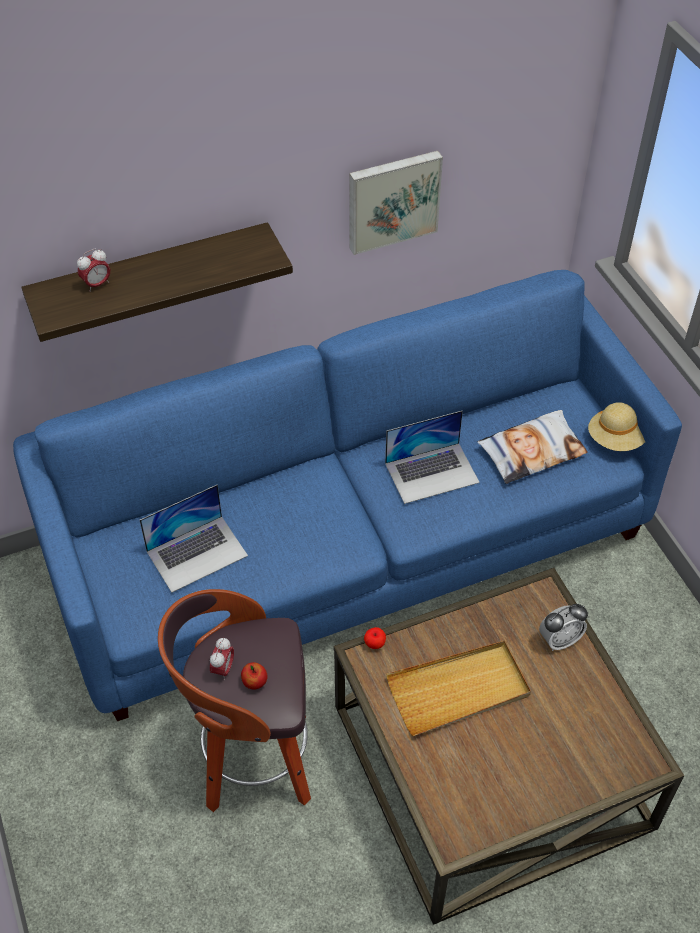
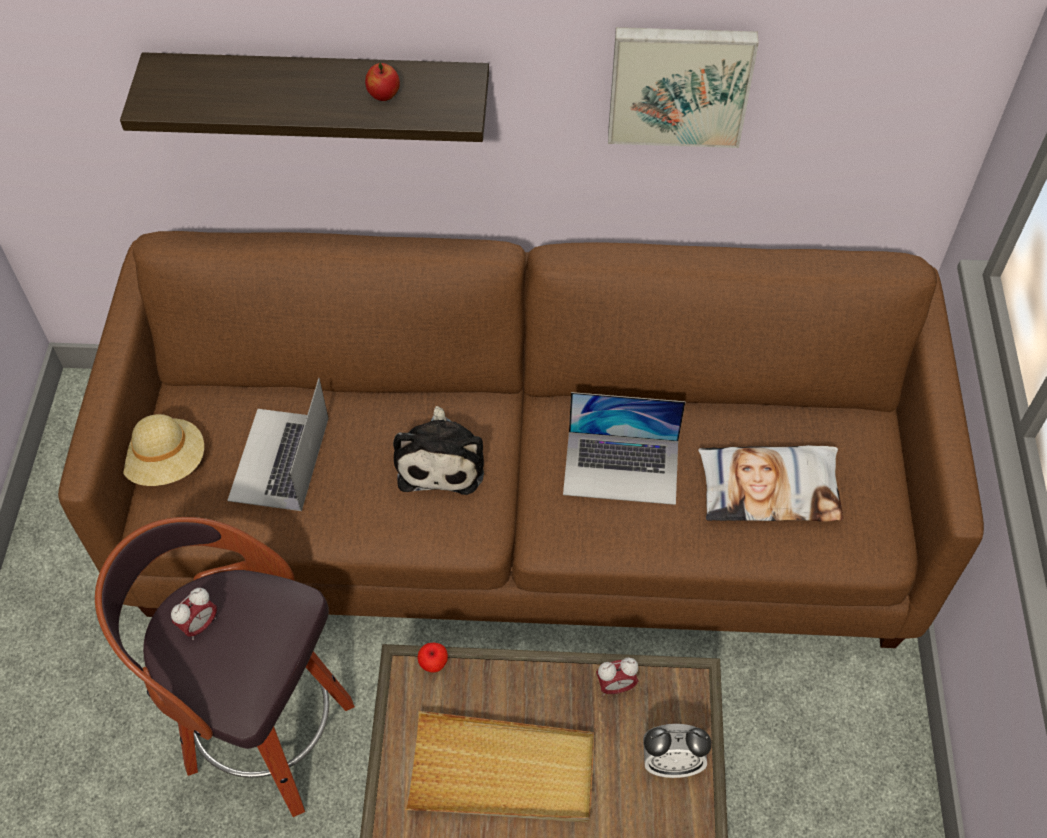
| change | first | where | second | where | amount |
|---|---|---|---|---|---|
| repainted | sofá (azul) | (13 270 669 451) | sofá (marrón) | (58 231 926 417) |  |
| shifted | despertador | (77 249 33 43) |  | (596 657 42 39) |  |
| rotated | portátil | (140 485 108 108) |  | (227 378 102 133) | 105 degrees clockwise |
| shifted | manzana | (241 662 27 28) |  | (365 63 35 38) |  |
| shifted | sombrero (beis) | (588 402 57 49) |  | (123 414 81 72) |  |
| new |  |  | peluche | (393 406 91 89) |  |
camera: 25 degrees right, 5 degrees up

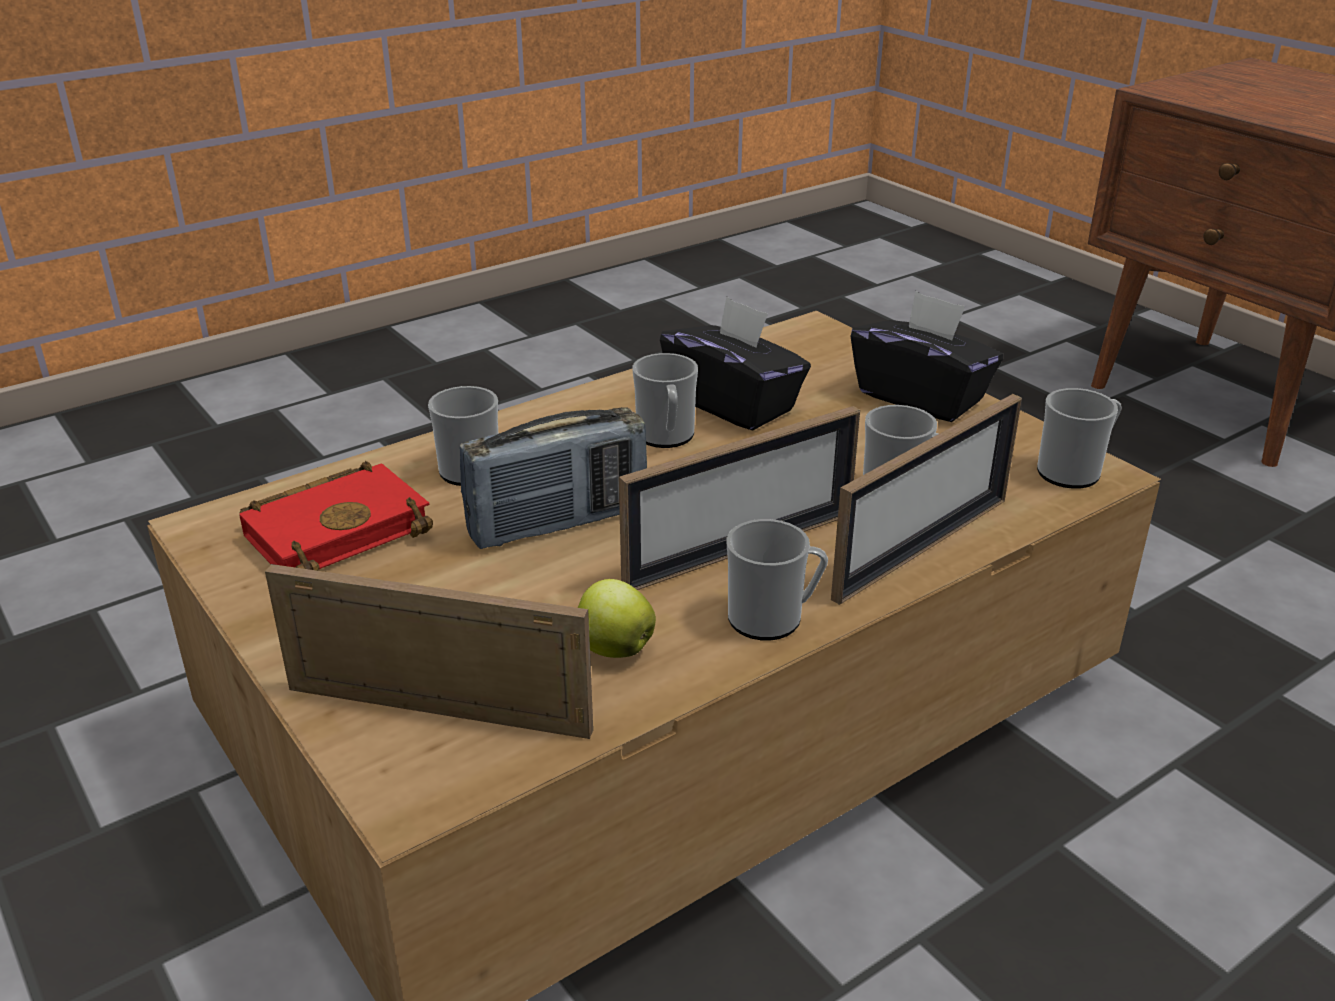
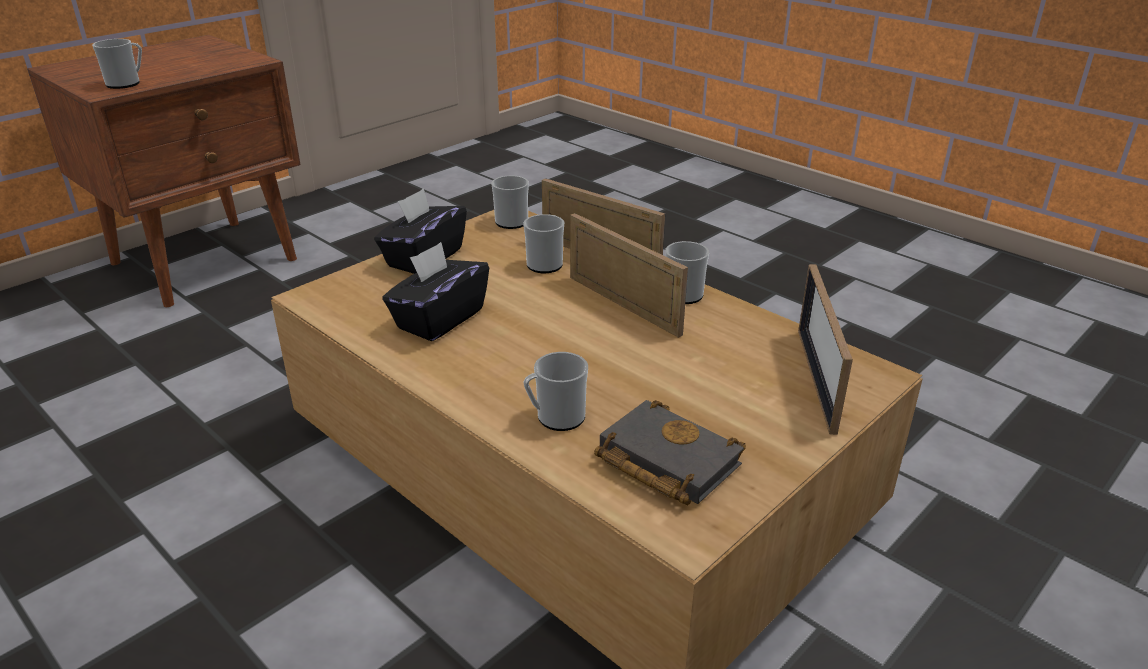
| change | first | where | second | where | amount |
|---|---|---|---|---|---|
| repainted | libro (rojo) | (240 461 193 110) | libro (negro) | (594 400 152 106) |  |
| gone | radio | (460 407 187 142) |  |  |  |
| gone | manzana | (578 579 78 79) |  |  |  |
| shifted | taza grande | (632 353 66 95) |  | (92 39 50 50) |  |
camera: 100 degrees left, 0 degrees up

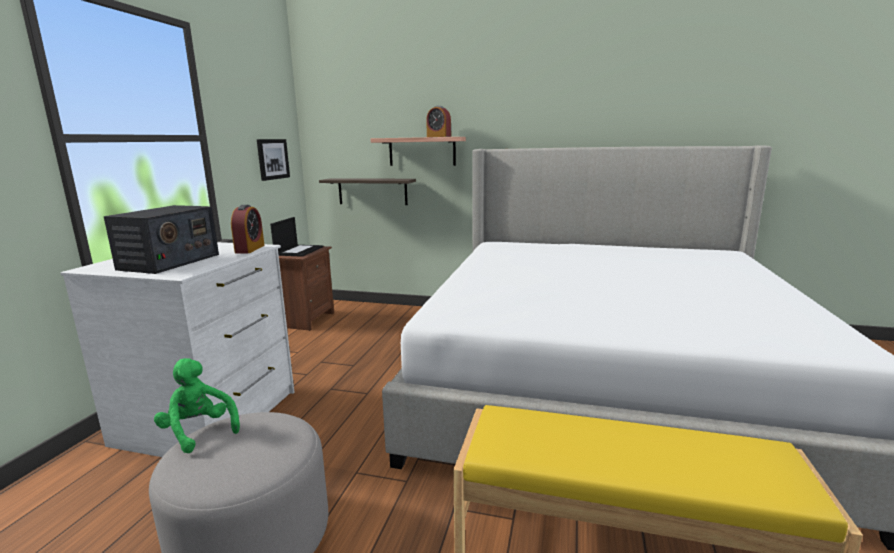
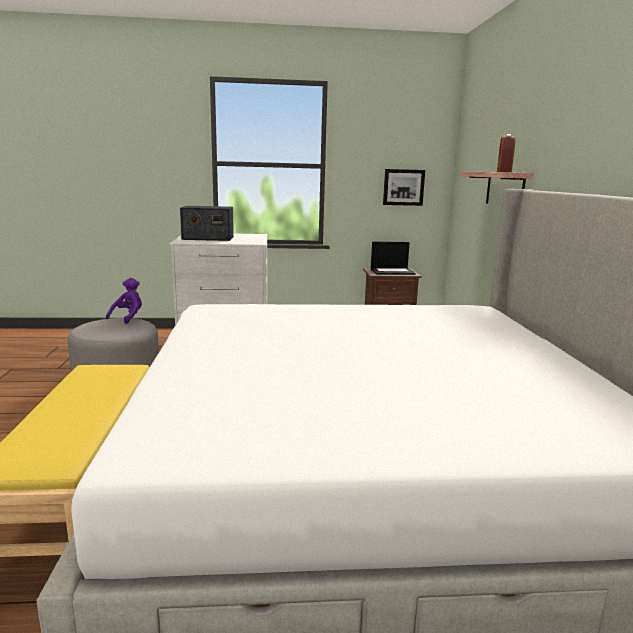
| change | first | where | second | where | amount |
|---|---|---|---|---|---|
| repainted | peluche (verde) | (154 358 86 95) | peluche (morado) | (106 278 36 46) |  |
| gone | despertador | (231 205 34 48) |  |  |  |
| gone | estante | (319 178 97 27) |  |  |  |
camera: 70 degrees right, 0 degrees up

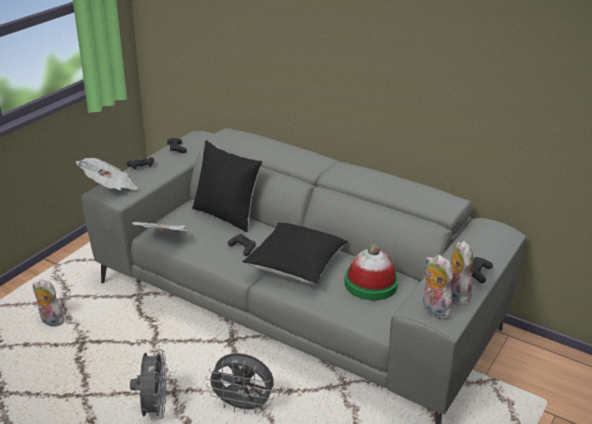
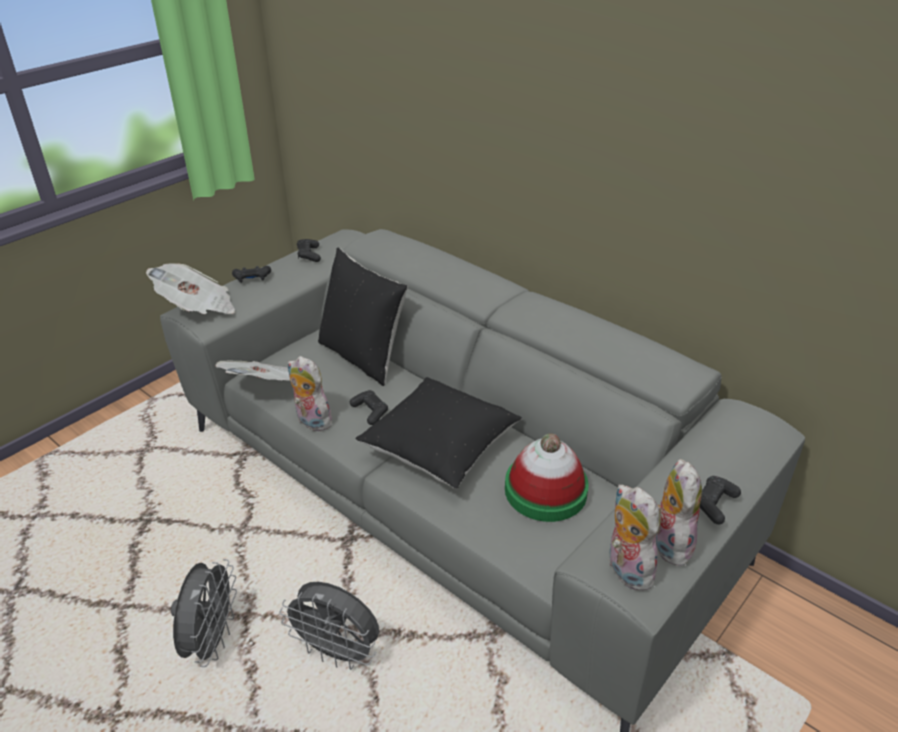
| change | first | where | second | where | amount |
|---|---|---|---|---|---|
| shifted | peluche | (32 279 32 48) |  | (288 356 44 75) |  |
camera: 10 degrees right, 5 degrees up

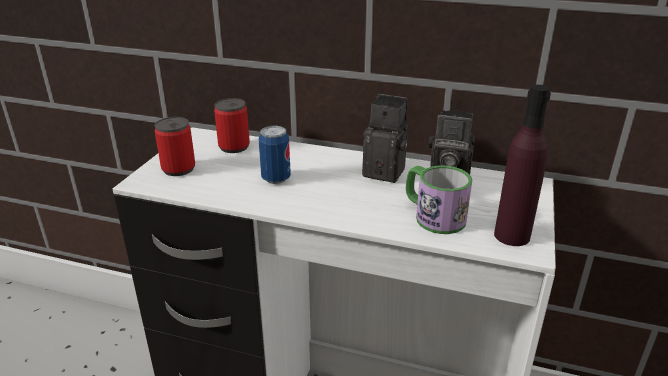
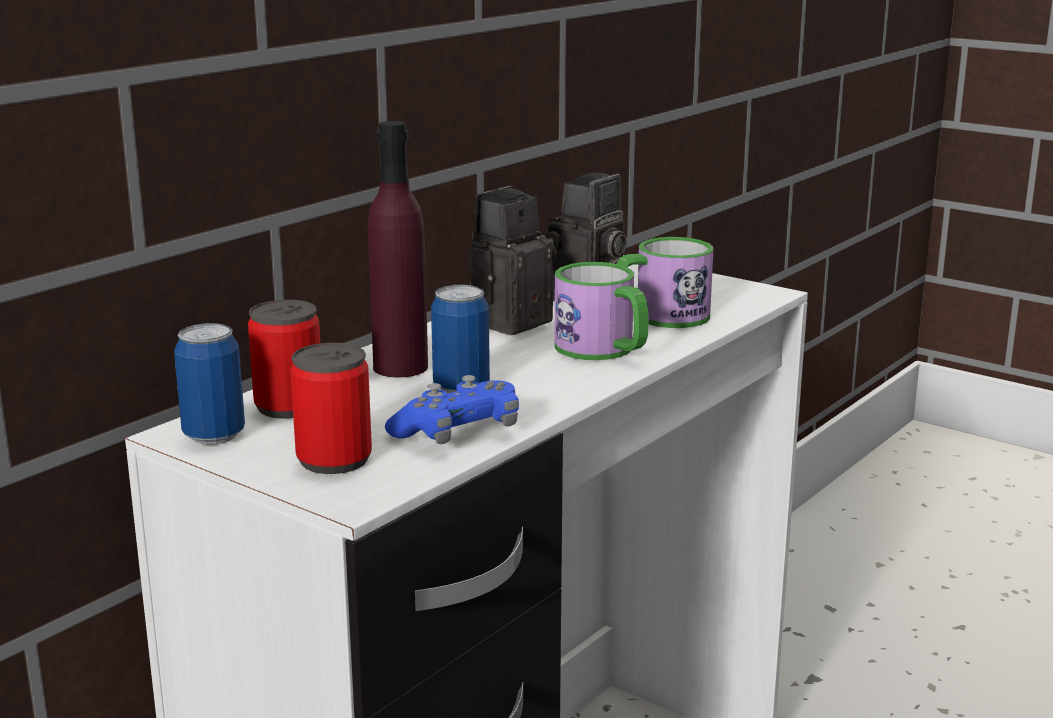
| change | first | where | second | where | amount |
|---|---|---|---|---|---|
| shifted | botella (morado) | (494 85 57 161) |  | (368 121 60 256) |  |
| new |  |  | lata | (174 323 71 122) |  |
| new |  |  | mando de consola (azul) | (385 375 134 69) |  |
| new |  |  | taza grande | (554 262 95 98) |  |
camera: 70 degrees left, 10 degrees down

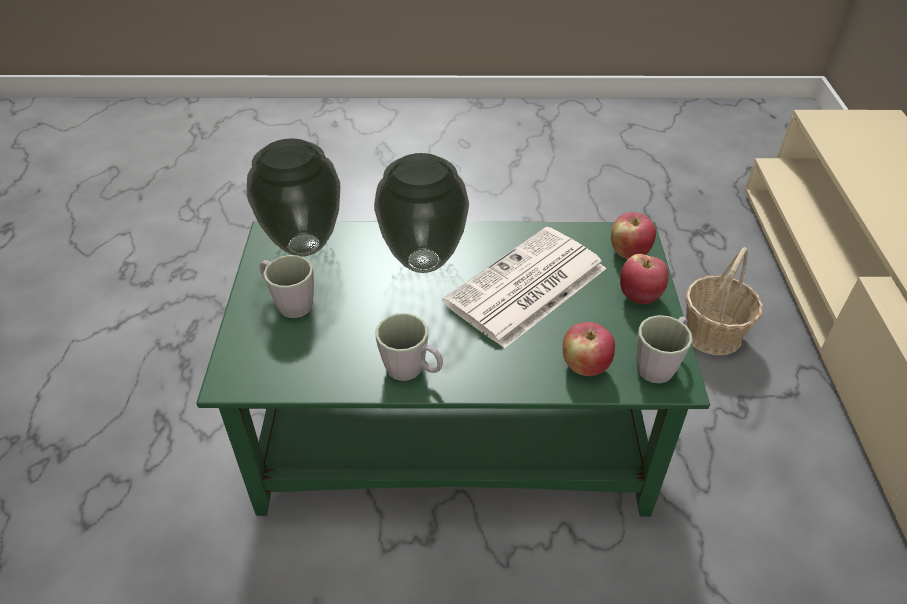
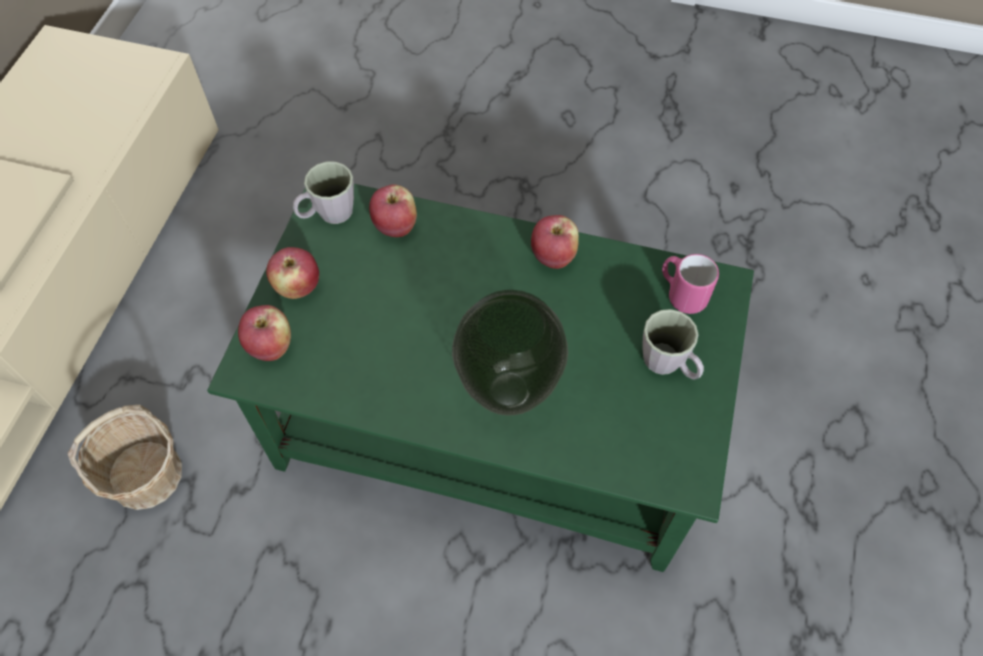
| change | first | where | second | where | amount |
|---|---|---|---|---|---|
| gone | florero | (247 139 93 117) |  |  |  |
| swapped | taza grande (gris) | (375 313 68 68) | manzana | (531 215 48 54) |  |
| gone | periódico | (442 227 165 122) |  |  |  |
| new |  |  | taza grande (rosa) | (662 254 57 60) |  |
camera: 165 degrees left, 15 degrees up

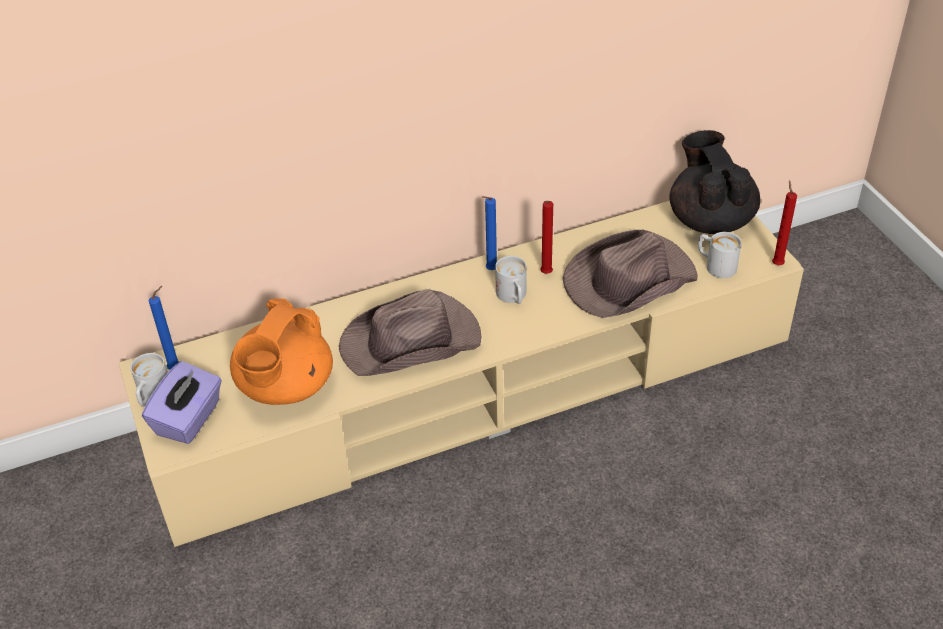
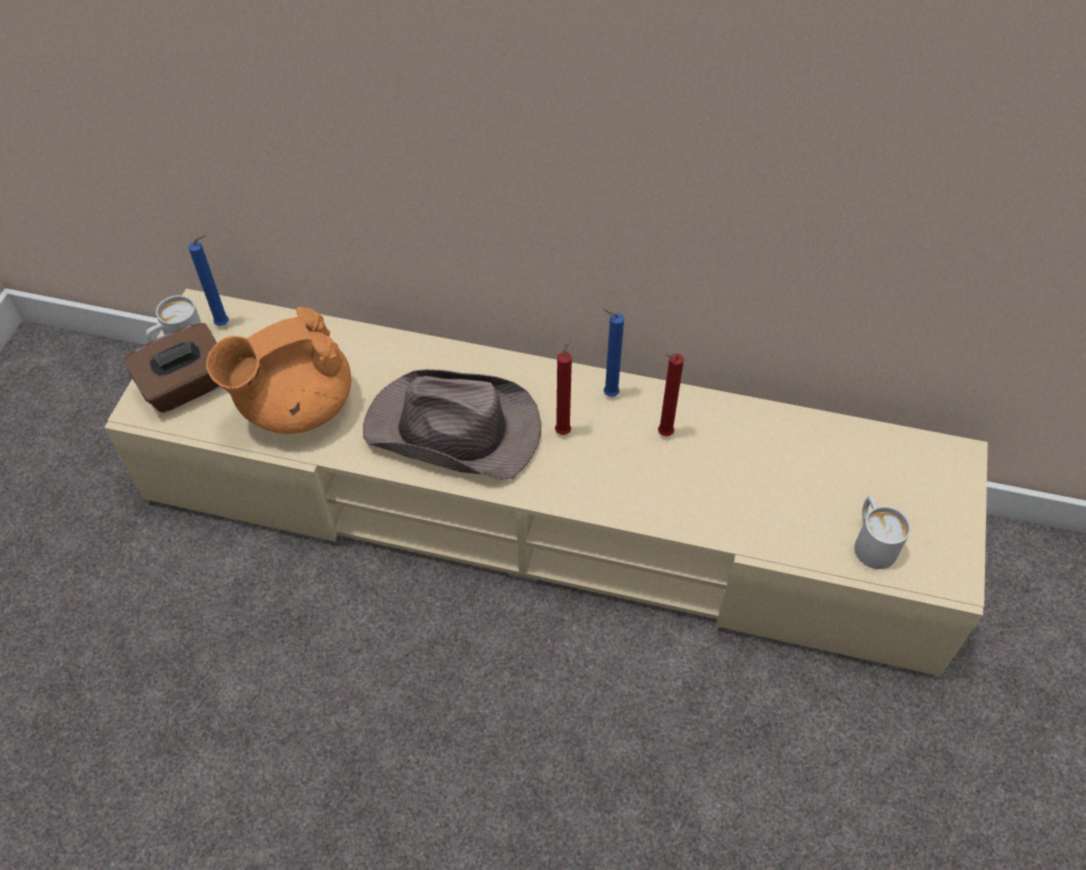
| change | first | where | second | where | amount |
|---|---|---|---|---|---|
| repainted | caja de pañuelos (morado) | (142 361 80 83) | caja de pañuelos (marrón) | (123 323 97 90) |  |
| gone | taza grande (blanco) | (495 256 32 48) |  |  |  |
| gone | sombrero (marrón) | (563 230 135 88) |  |  |  |
| gone | tetera (negro) | (669 130 91 104) |  |  |  |
| shifted | vela (rojo) | (772 180 25 85) |  | (555 338 17 97) |  |
camera: 35 degrees right, 10 degrees up

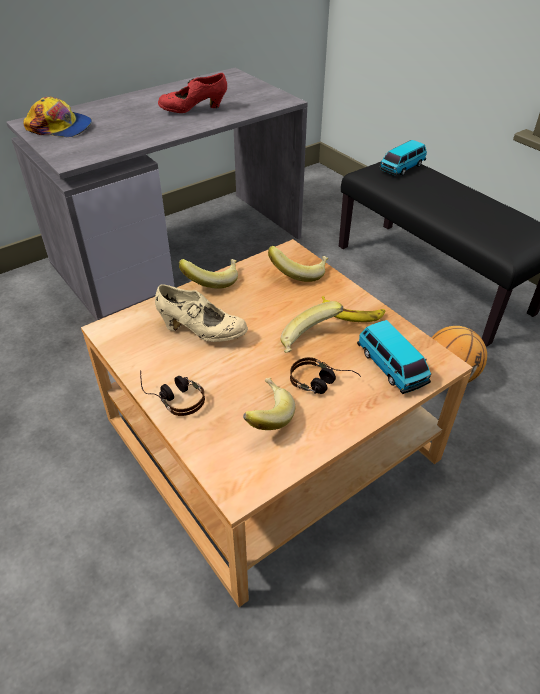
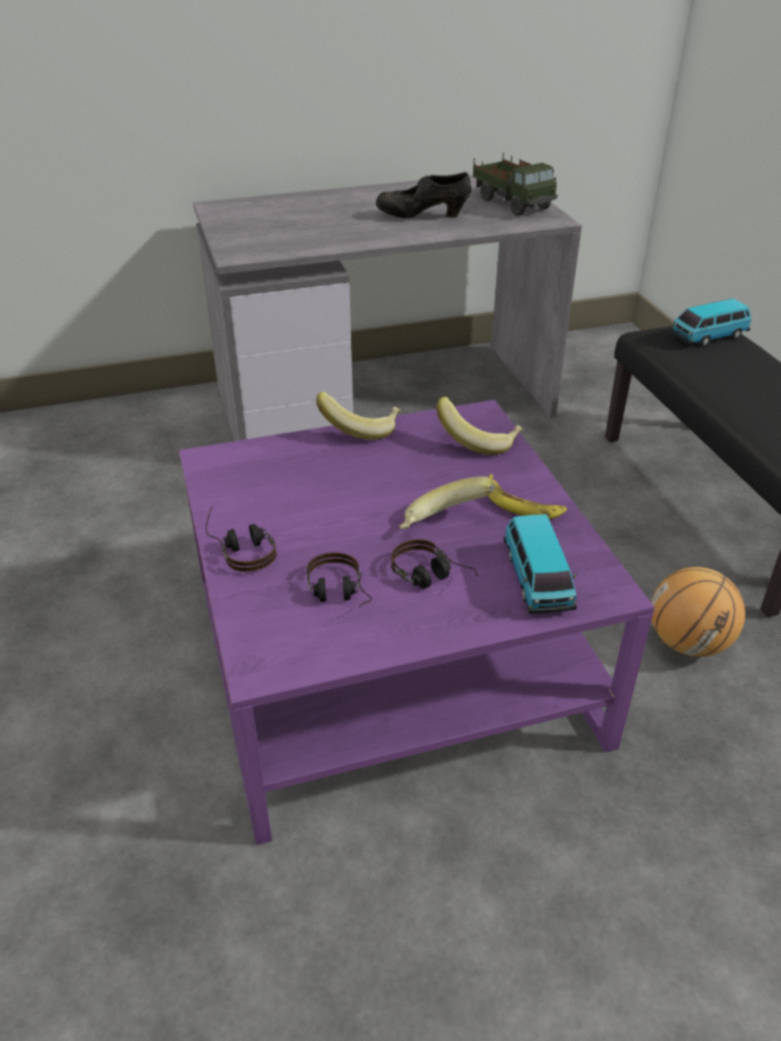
| change | first | where | second | where | amount |
|---|---|---|---|---|---|
| gone | gorra | (23 97 69 40) |  |  |  |
| repainted | mesa de centro (beis) | (81 239 392 368) | mesa de centro (morado) | (179 400 476 445) |  |
| gone | zapato (beis) | (155 285 93 57) |  |  |  |
| repainted | zapato (rojo) | (158 73 69 40) | zapato (negro) | (376 172 95 46) |  |
| swapped | plátano | (243 377 53 53) | auriculares | (307 552 65 55) |  |
| new |  |  | camión de juguete | (473 153 85 63) |  |
camera: 20 degrees right, 5 degrees down

